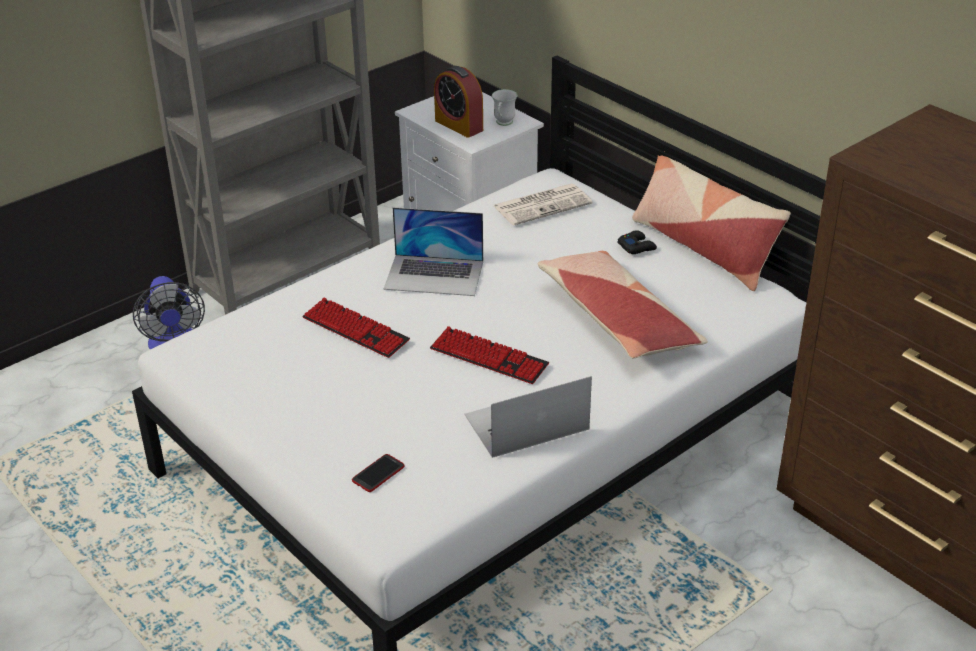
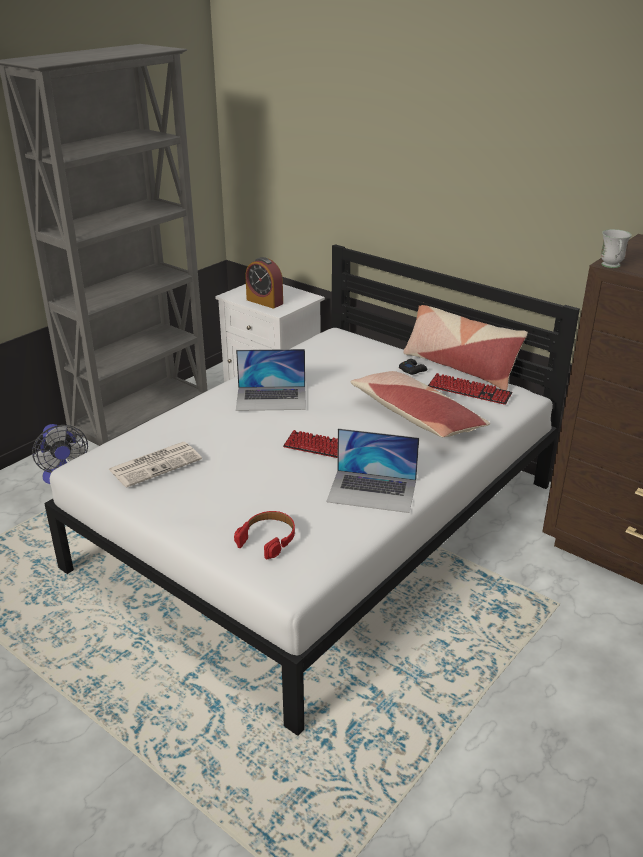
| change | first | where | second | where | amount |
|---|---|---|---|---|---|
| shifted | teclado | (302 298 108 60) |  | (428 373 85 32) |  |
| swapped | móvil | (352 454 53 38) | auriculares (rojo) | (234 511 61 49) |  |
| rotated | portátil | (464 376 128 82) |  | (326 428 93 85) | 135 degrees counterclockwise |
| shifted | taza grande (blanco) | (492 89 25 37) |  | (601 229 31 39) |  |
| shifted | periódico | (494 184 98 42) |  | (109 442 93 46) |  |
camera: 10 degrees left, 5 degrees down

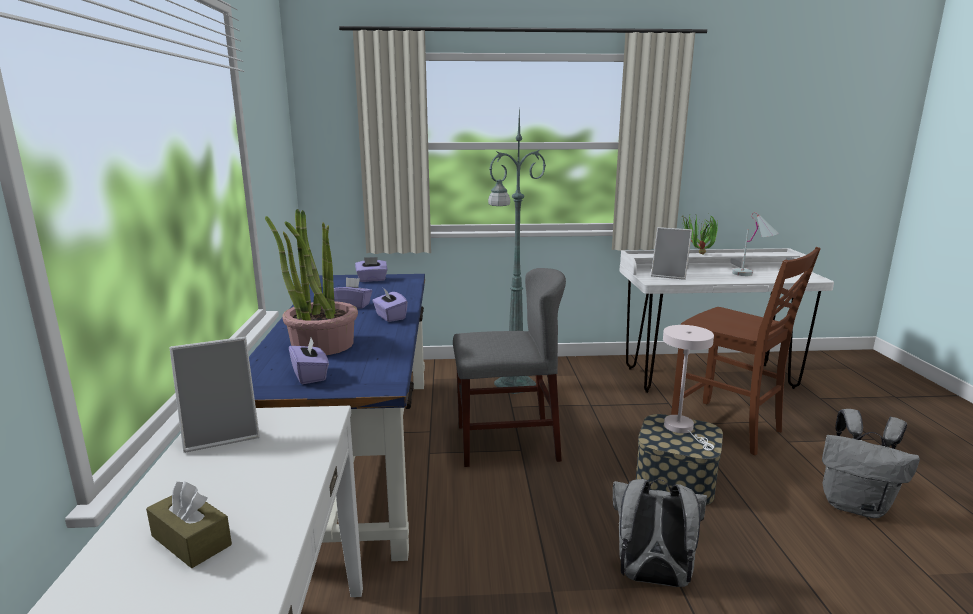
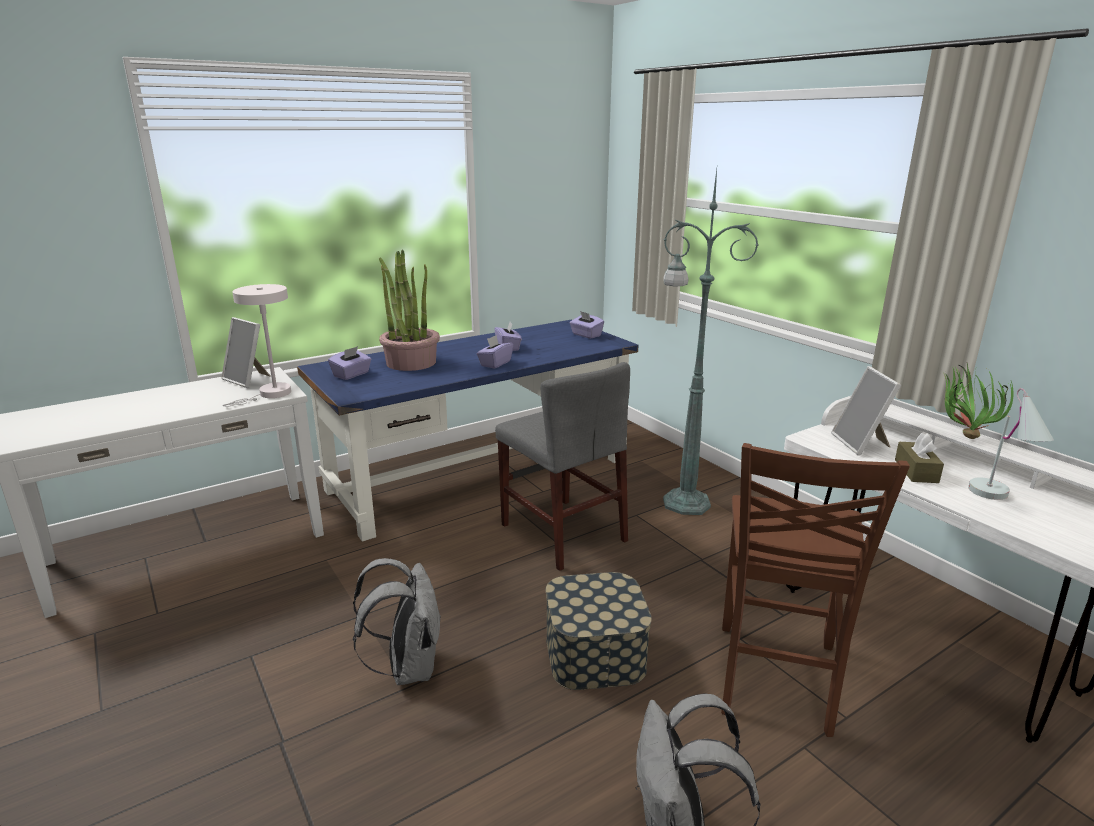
| change | first | where | second | where | amount |
|---|---|---|---|---|---|
| shifted | caja de pañuelos (marrón) | (146 481 86 87) |  | (895 433 49 50) |  |
| shifted | lámpara de mesa (blanco) | (663 325 51 126) |  | (223 284 68 123) |  |
camera: 60 degrees right, 5 degrees up

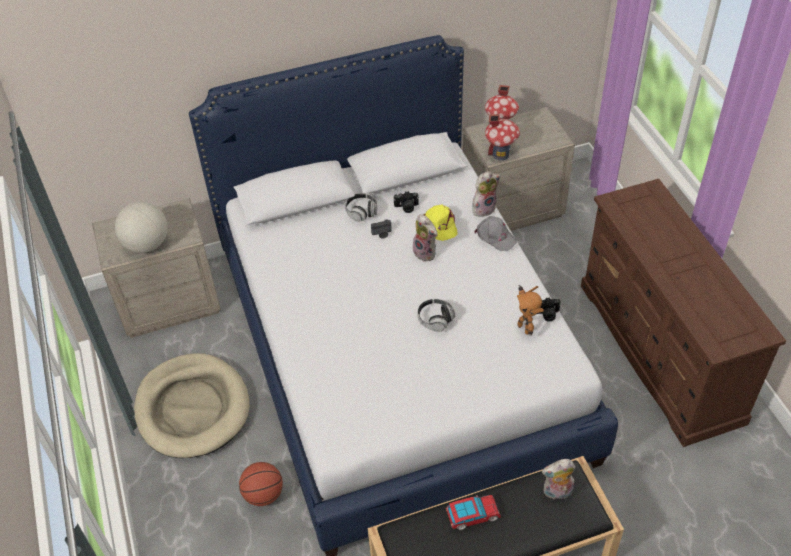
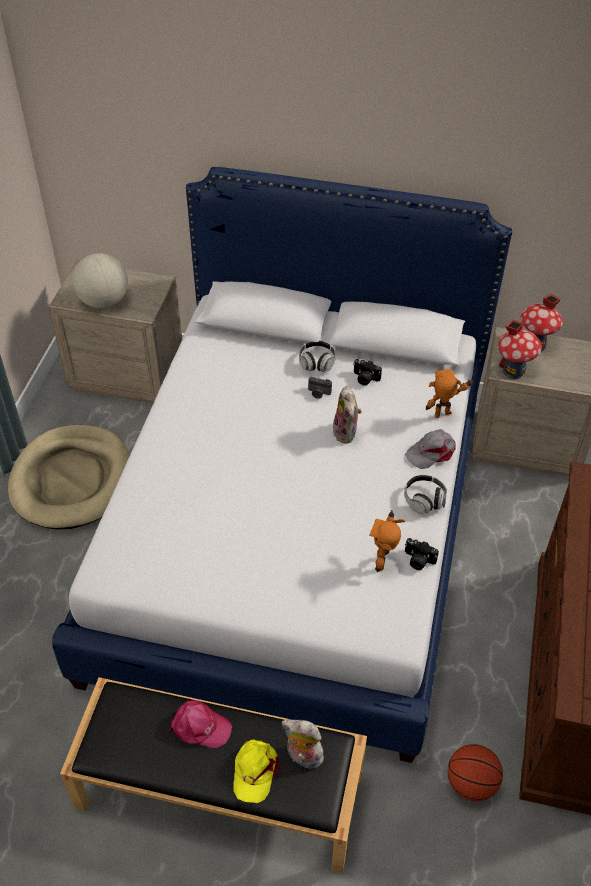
| change | first | where | second | where | amount |
|---|---|---|---|---|---|
| shifted | balón de baloncesto | (239 462 44 44) |  | (448 744 55 58) |  |
| shifted | auriculares | (418 299 37 33) |  | (404 475 43 40) |  |
| shifted | gorra (amarillo) | (424 204 34 37) |  | (233 740 47 63) |  |
| swapped | coche de juguete | (446 495 55 35) | gorra (rosa) | (169 700 63 48) |  |
| swapped | peluche | (472 171 28 46) | robot de juguete | (426 369 47 49) |  |
| rotated | gorra (gris) | (474 216 43 35) |  | (405 429 51 40) | 75 degrees clockwise |
camera: 30 degrees right, 0 degrees up

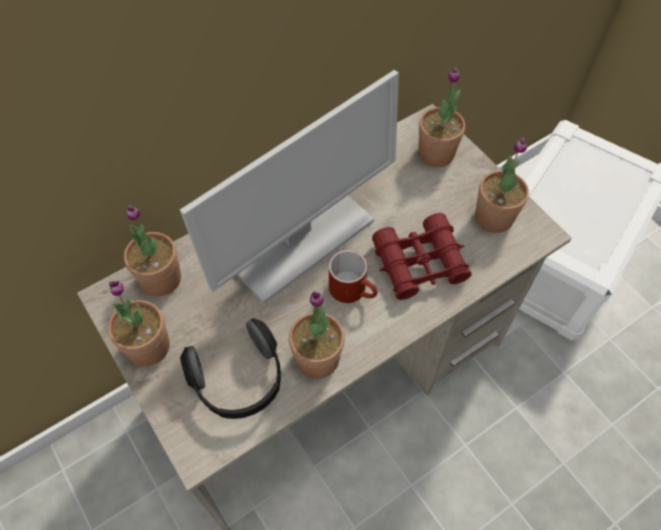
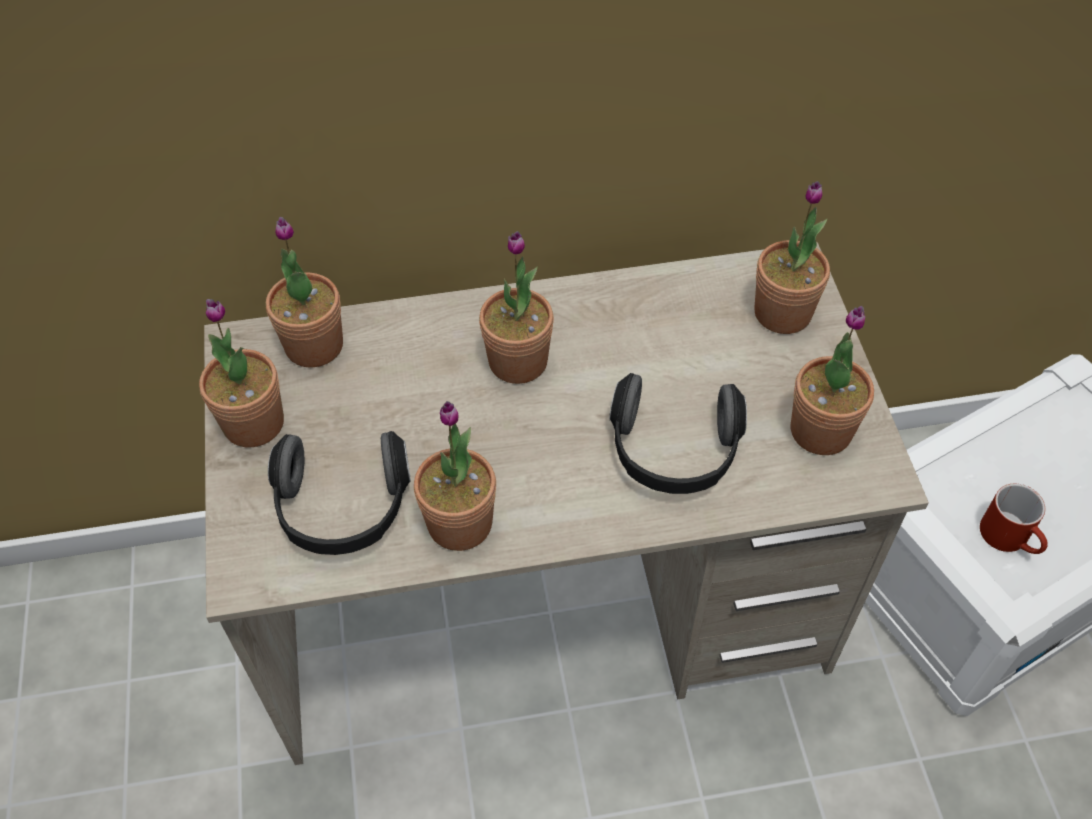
| change | first | where | second | where | amount |
|---|---|---|---|---|---|
| swapped | monitor | (180 70 219 234) | planta en maceta | (479 231 75 153) |  |
| shifted | taza grande (rojo) | (329 250 49 53) |  | (980 484 68 70) |  |
| swapped | prismáticos (rojo) | (372 213 100 87) | auriculares | (609 373 138 121) |  |
camera: 25 degrees right, 5 degrees down

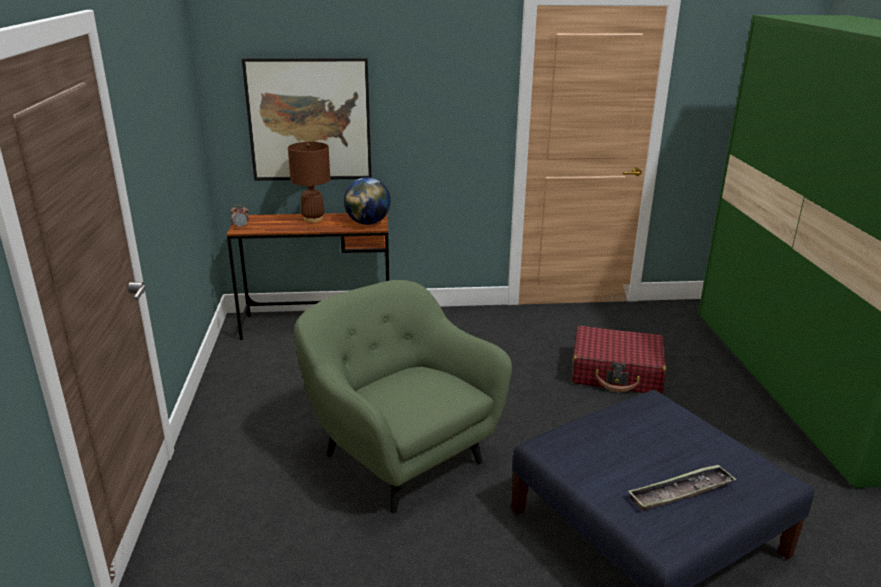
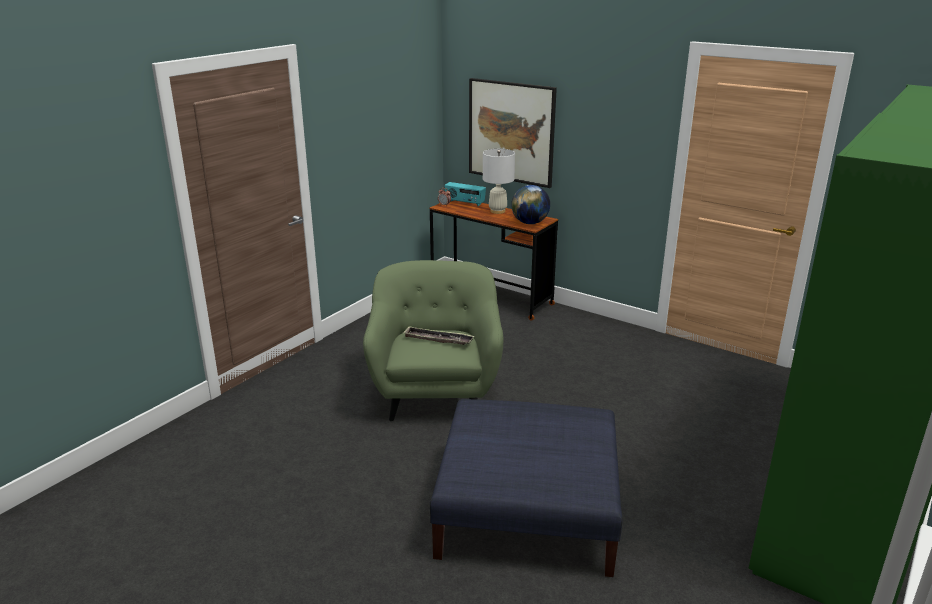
| change | first | where | second | where | amount |
|---|---|---|---|---|---|
| repainted | lámpara de mesa (marrón) | (288 142 42 81) | lámpara de mesa (blanco) | (483 149 32 65) |  |
| gone | maleta (rojo) | (572 326 95 68) |  |  |  |
| shifted | bandeja | (628 464 108 47) |  | (403 326 71 19) |  |
| new |  |  | radio | (445 182 41 24) |  |
camera: 40 degrees right, 0 degrees up

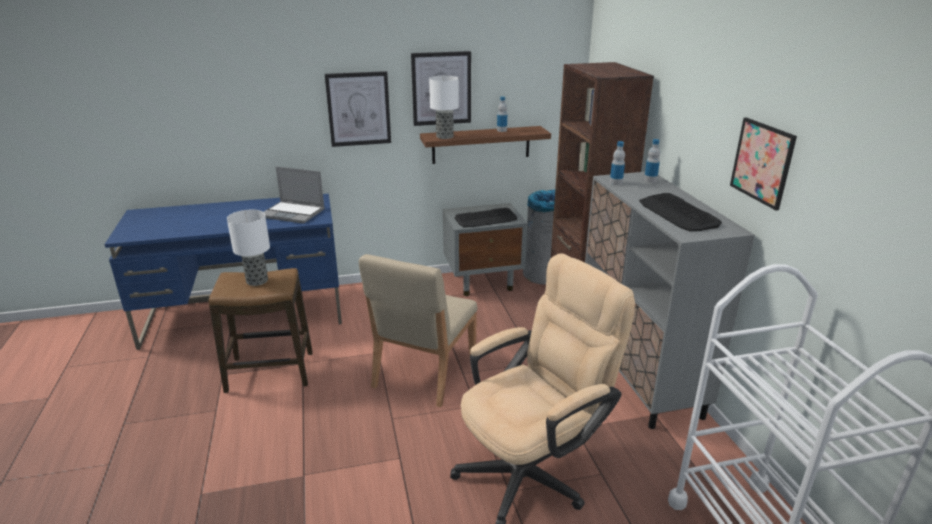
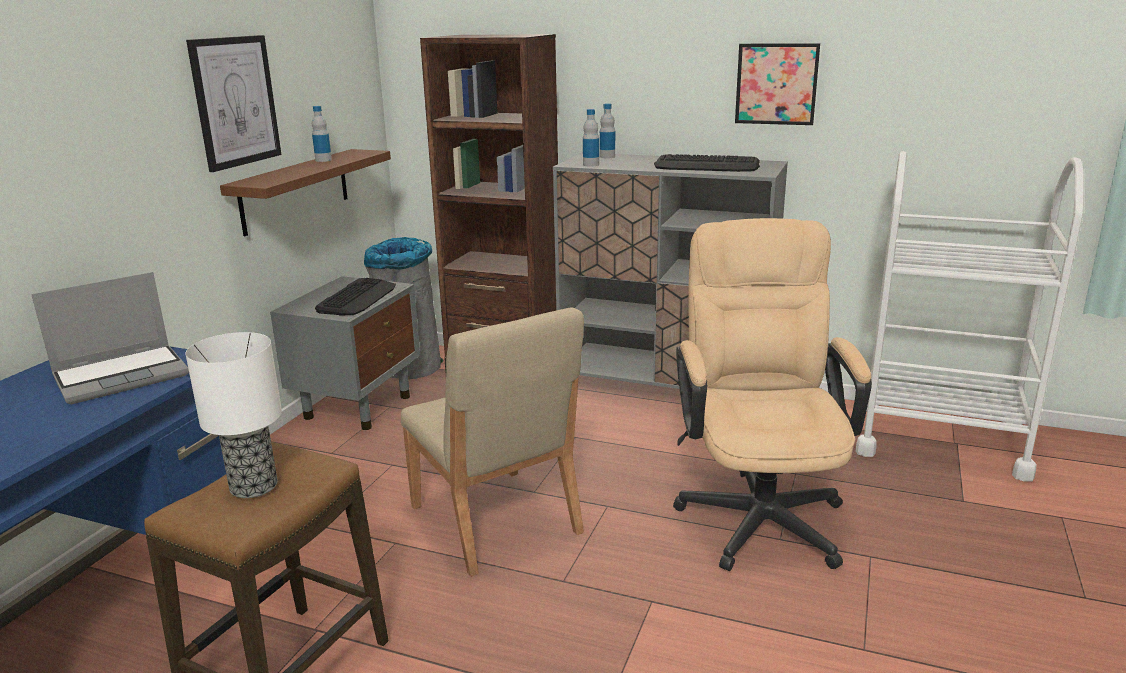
| change | first | where | second | where | amount |
|---|---|---|---|---|---|
| gone | cuadro | (325 71 66 76) |  |  |  |
| gone | lámpara de mesa | (429 76 30 63) |  |  |  |
camera: 55 degrees left, 5 degrees down

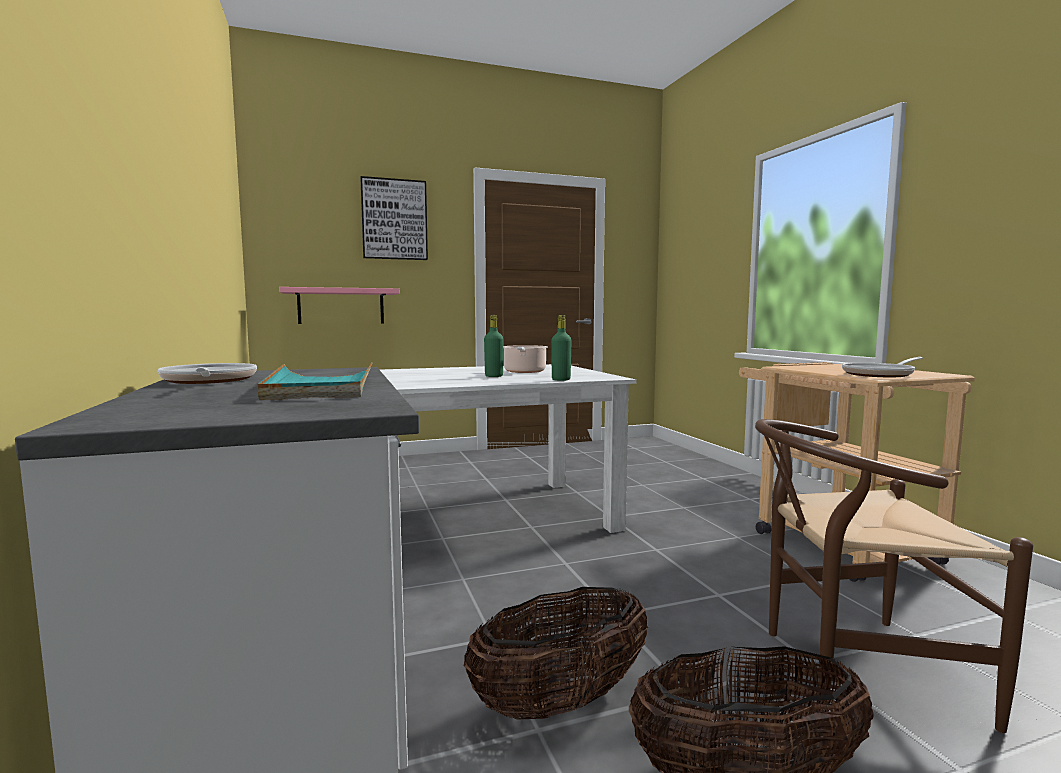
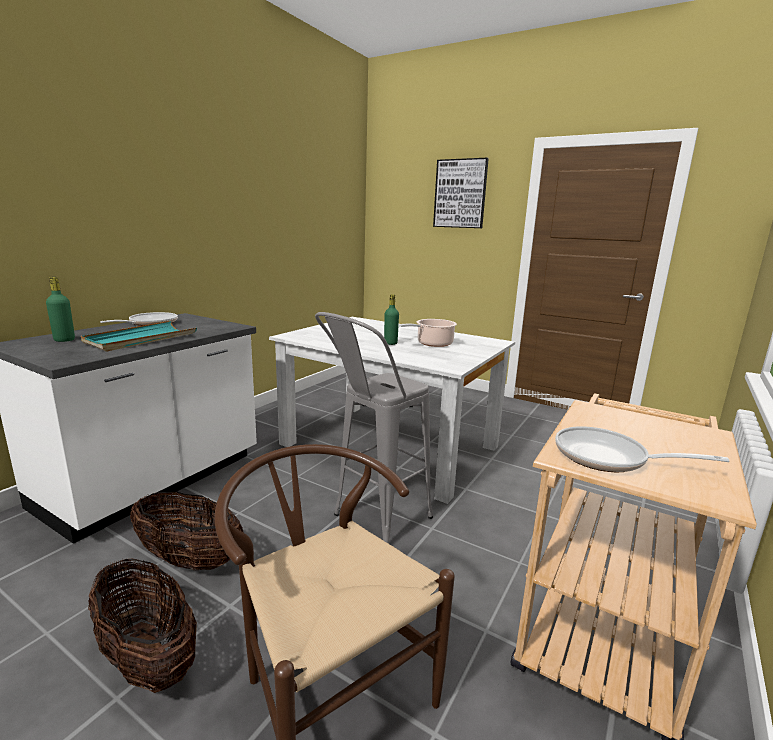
| change | first | where | second | where | amount |
|---|---|---|---|---|---|
| gone | estante (rosa) | (279 287 121 37) |  |  |  |
| shifted | botella (verde) | (551 315 21 66) |  | (46 277 29 65) |  |
| new |  |  | taburete (gris) | (315 312 118 232) |  |
camera: 50 degrees right, 10 degrees up

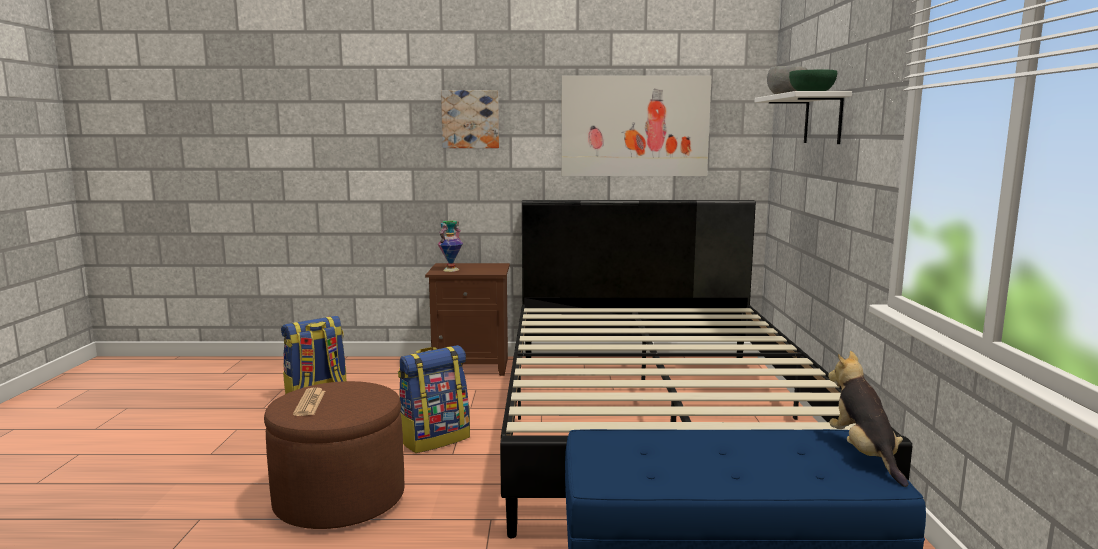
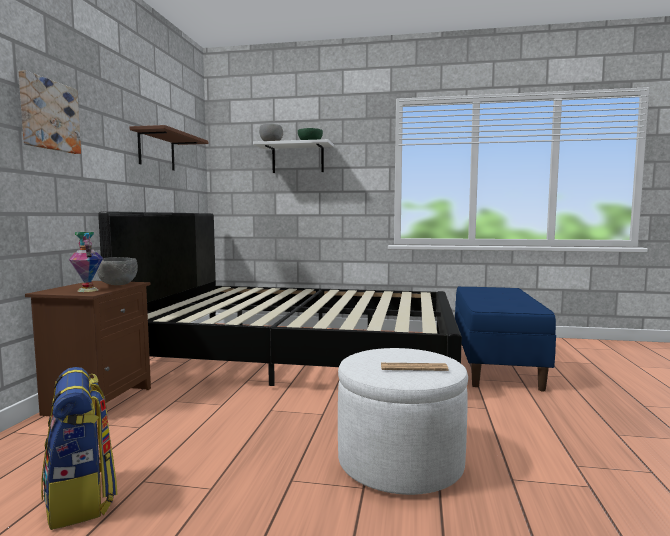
| change | first | where | second | where | amount |
|---|---|---|---|---|---|
| repainted | puf (marrón) | (264 381 140 148) | puf (blanco) | (338 348 130 147) |  |
| gone | mochila | (398 345 72 108) |  |  |  |
| swapped | cuadro | (561 76 150 100) | estante (marrón) | (130 125 78 46) |  |
| gone | peluche | (828 351 80 136) |  |  |  |
| new |  |  | cuenco (gris) | (97 257 41 28) |  |
camera: 80 degrees left, 5 degrees down

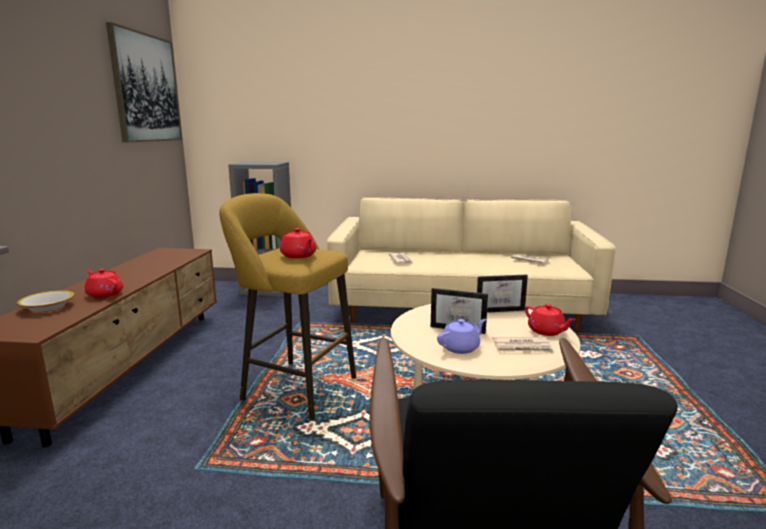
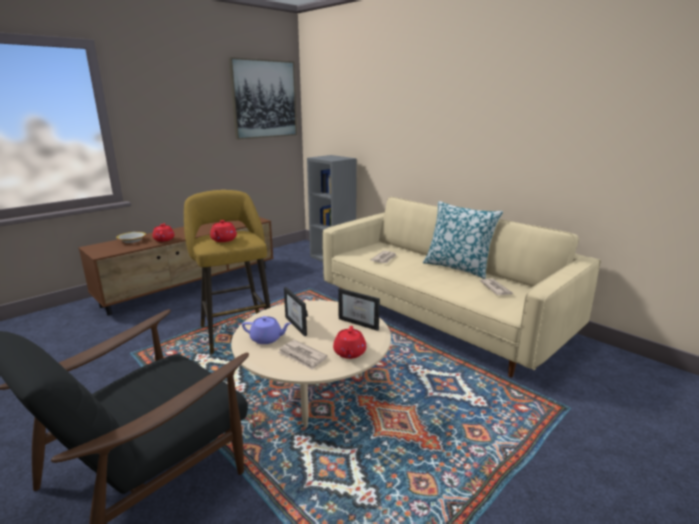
| change | first | where | second | where | amount |
|---|---|---|---|---|---|
| new |  |  | cojín | (423 201 80 78) |  |
camera: 40 degrees right, 5 degrees up

